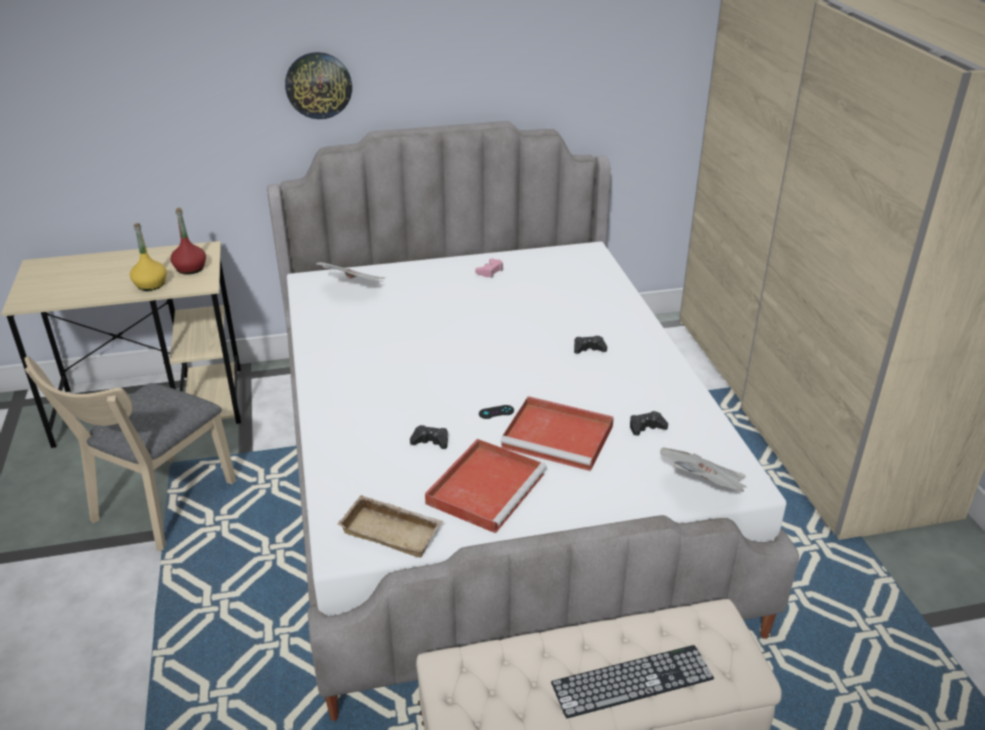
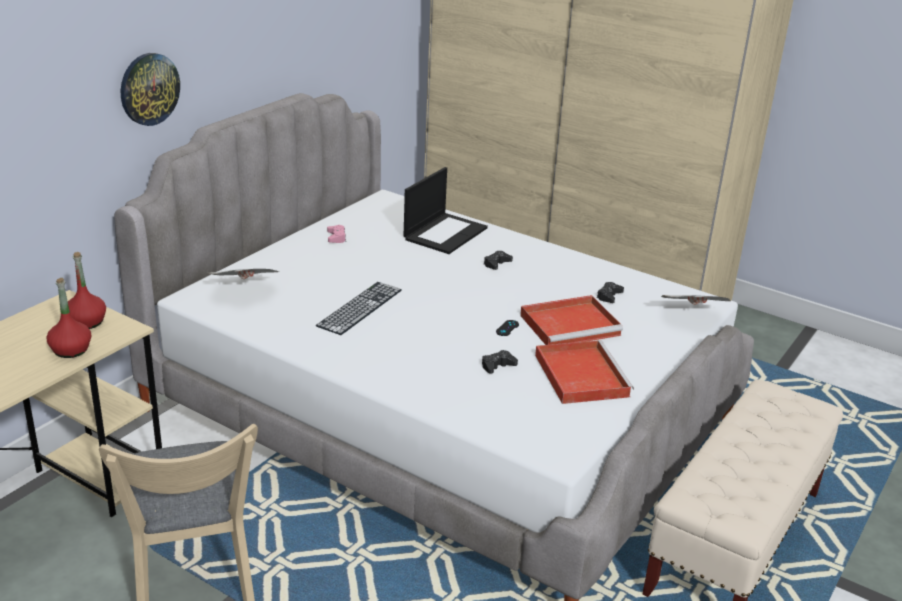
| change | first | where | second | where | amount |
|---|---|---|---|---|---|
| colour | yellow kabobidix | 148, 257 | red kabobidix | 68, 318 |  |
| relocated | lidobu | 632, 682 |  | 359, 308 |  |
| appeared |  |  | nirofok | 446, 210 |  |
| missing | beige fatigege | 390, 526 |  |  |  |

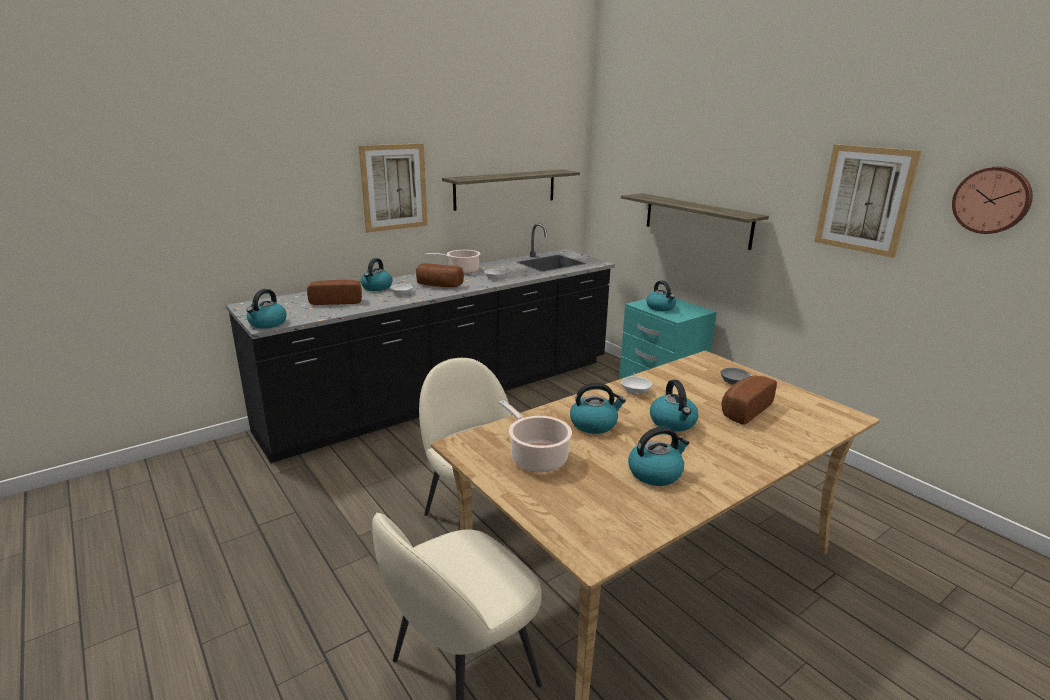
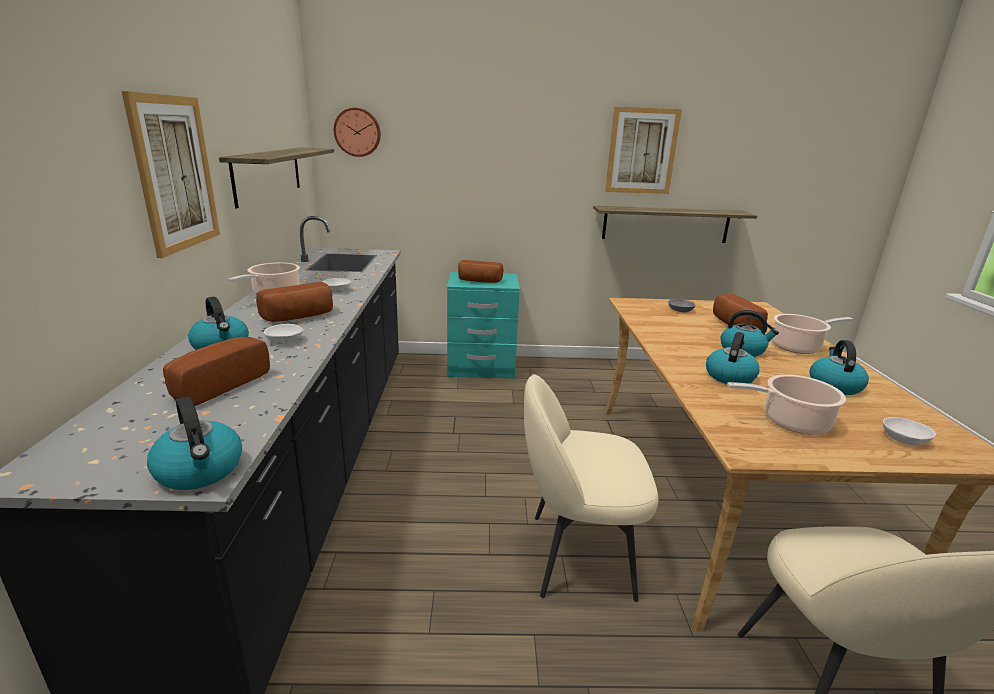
| change | first | where | second | where | amount |
|---|---|---|---|---|---|
| relocated | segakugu | 992, 200 |  | 357, 132 |  |
| exchanged | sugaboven | 661, 295 | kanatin | 480, 271 |  |
| relocated | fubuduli | 695, 221 |  | 675, 224 |  |
| appeared |  |  | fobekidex | 812, 334 |  |
| relocated | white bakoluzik | 636, 385 |  | 909, 431 |  |

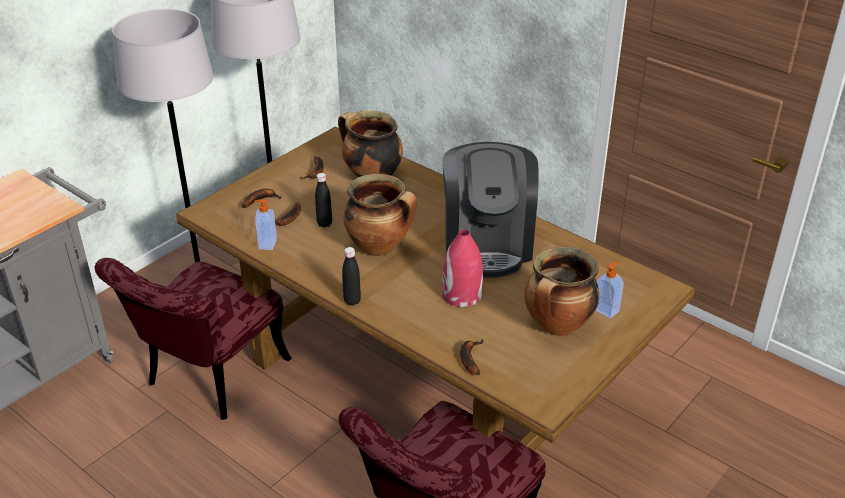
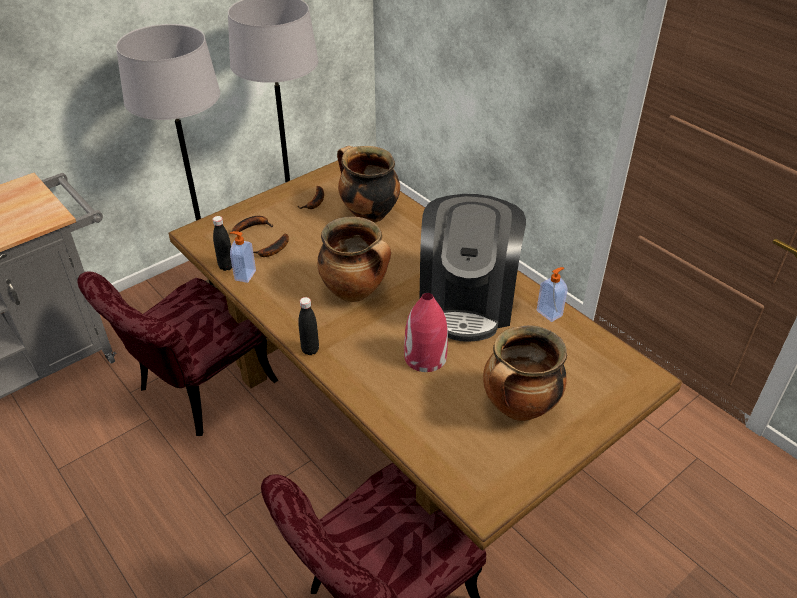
| change | first | where | second | where | amount |
|---|---|---|---|---|---|
| relocated | black kabobidix | 323, 200 |  | 222, 243 |  |
| relocated | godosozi | 610, 290 |  | 552, 294 |  |
| missing | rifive | 471, 357 |  |  |  |

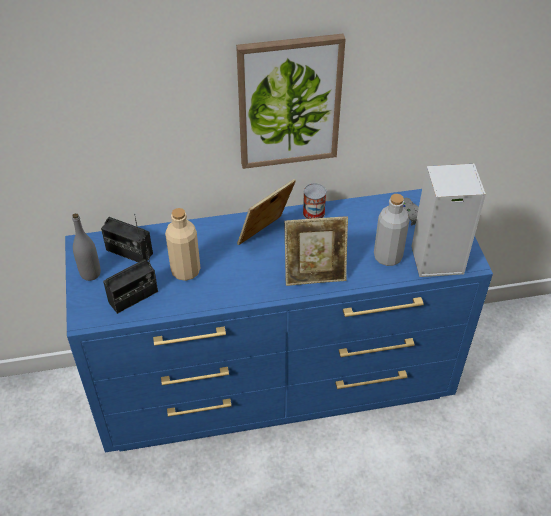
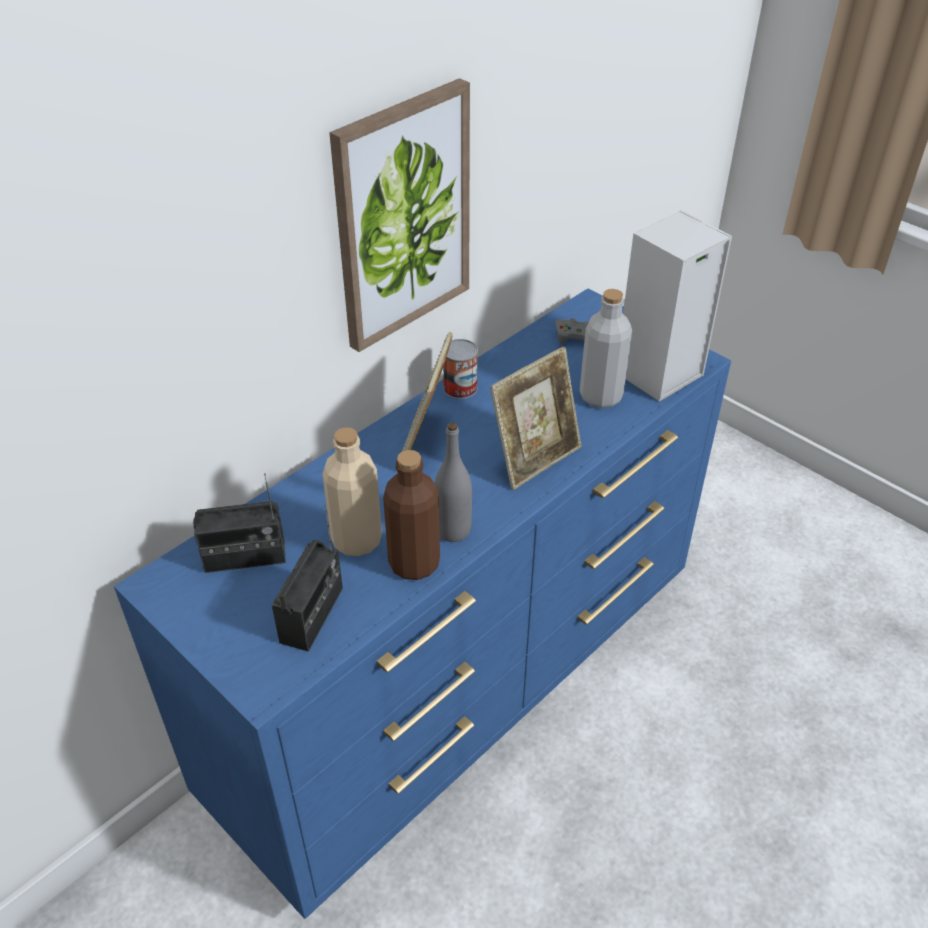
| change | first | where | second | where | amount |
|---|---|---|---|---|---|
| appeared |  |  | brown kabobidix | 411, 515 |  |
| relocated | grey kabobidix | 86, 247 |  | 453, 482 |  |

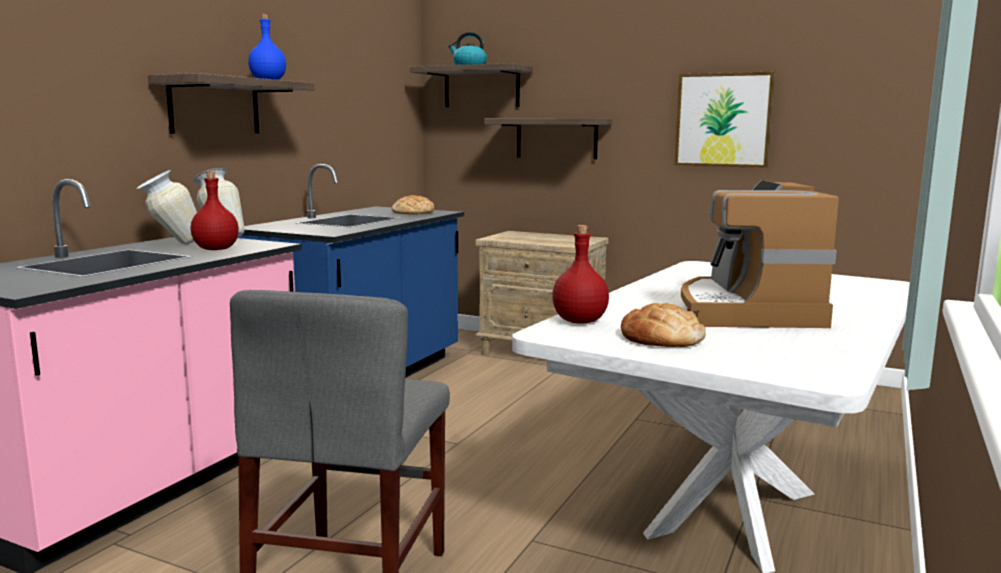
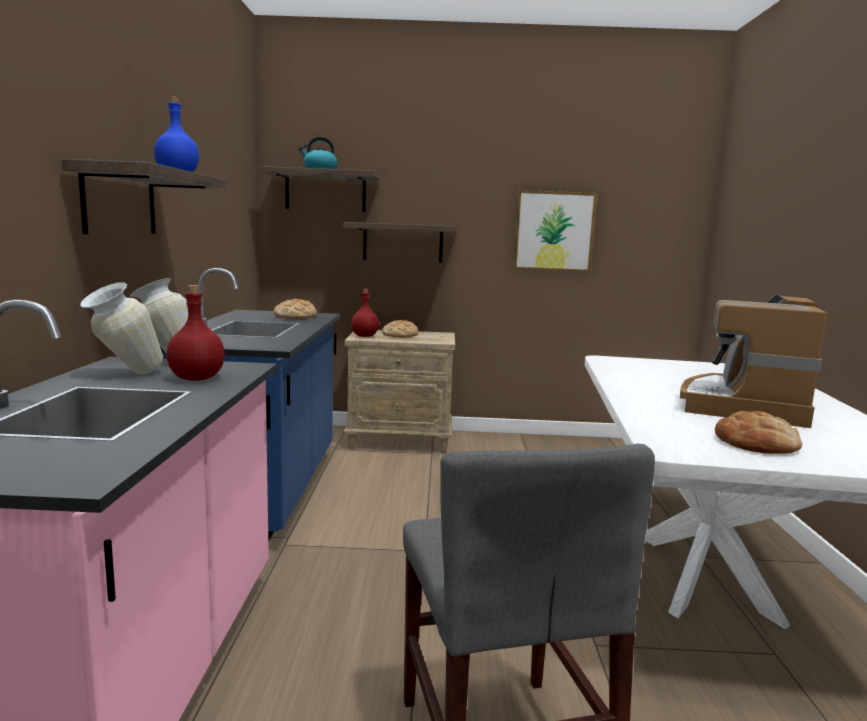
| change | first | where | second | where | amount |
|---|---|---|---|---|---|
| relocated | red kabobidix | 580, 274 |  | 365, 313 |  |
| appeared |  |  | kanatin | 400, 328 |  |
| spun | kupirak | 760, 254 |  | 753, 361 | 45 degrees clockwise |

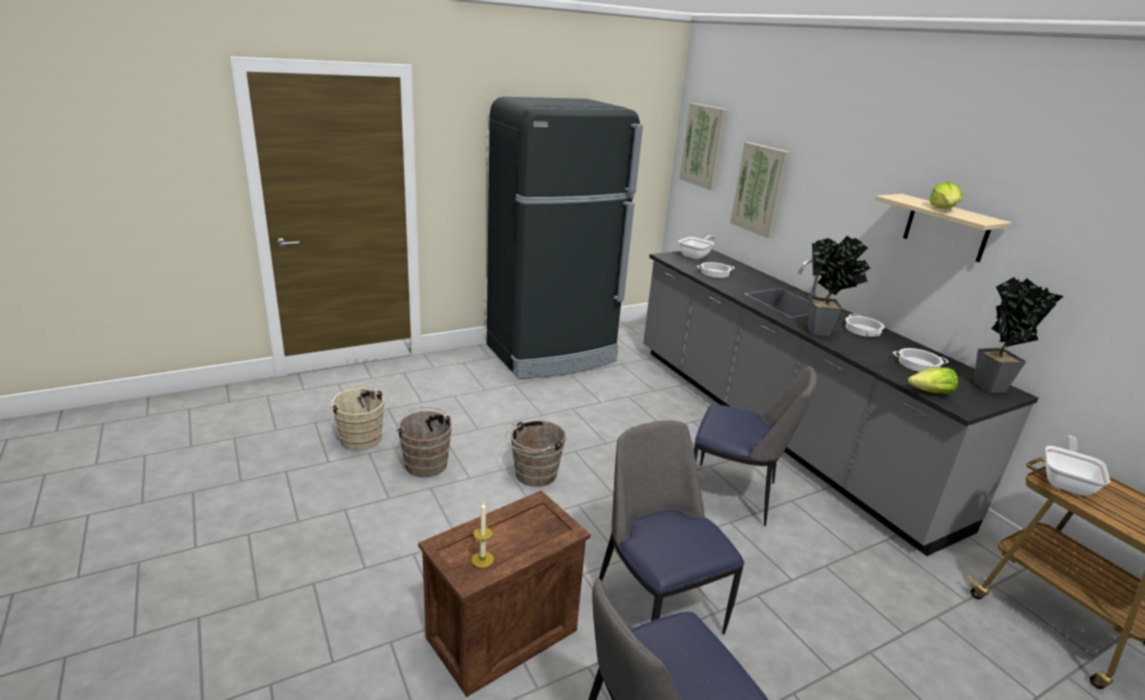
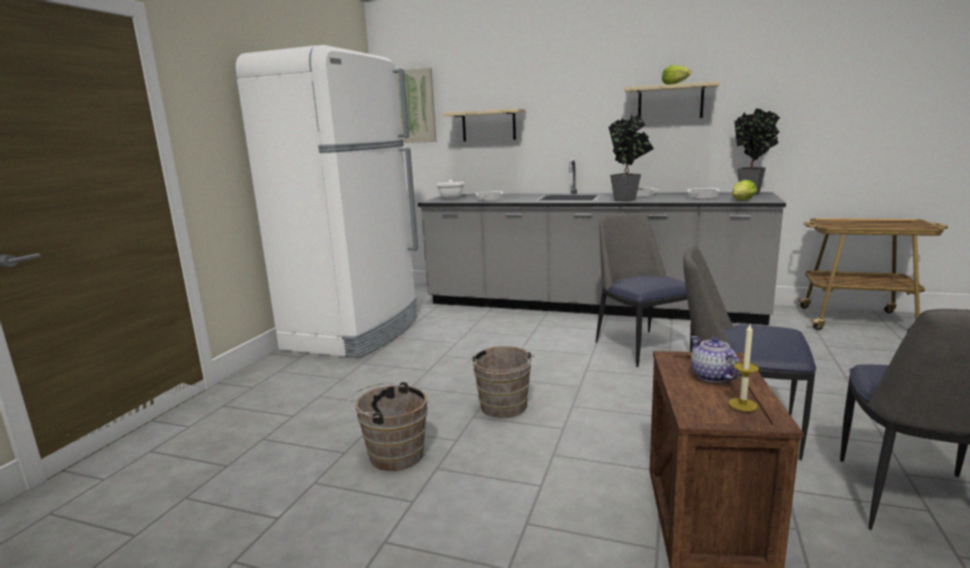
| change | first | where | second | where | amount |
|---|---|---|---|---|---|
| colour | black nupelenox | 565, 238 | white nupelenox | 327, 201 |  |
| exchanged | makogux | 760, 190 | beige fubuduli | 484, 125 |  |
| spun | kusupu | 755, 446 |  | 645, 290 | 90 degrees counterclockwise |
| appeared |  |  | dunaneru | 716, 359 |  |
| missing | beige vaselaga | 356, 418 |  |  |  |
| missing | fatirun | 1077, 465 |  |  |  |

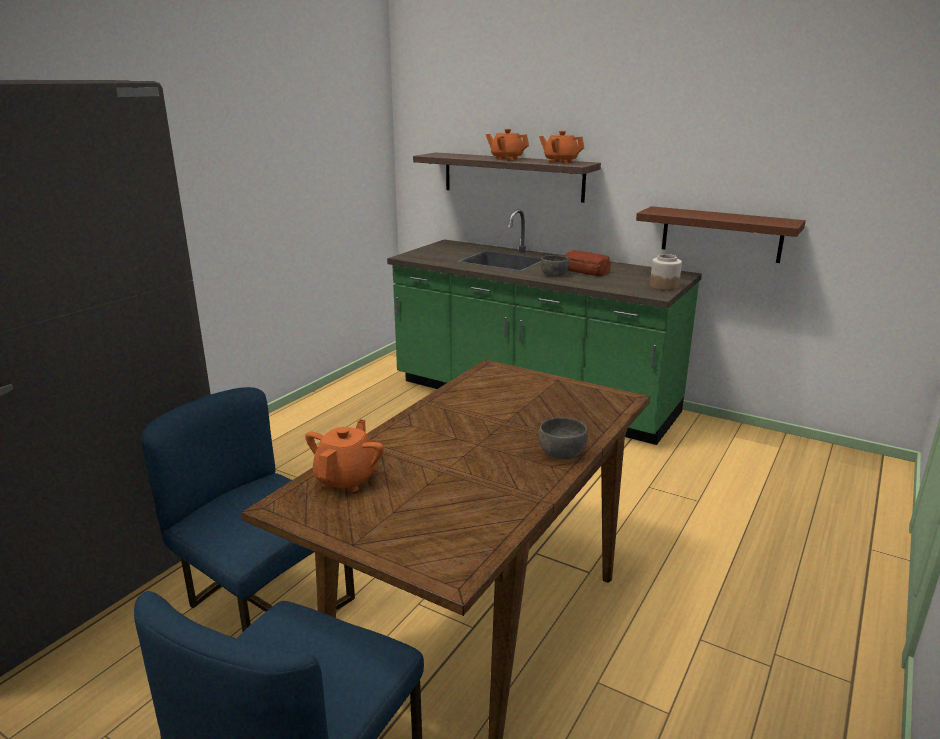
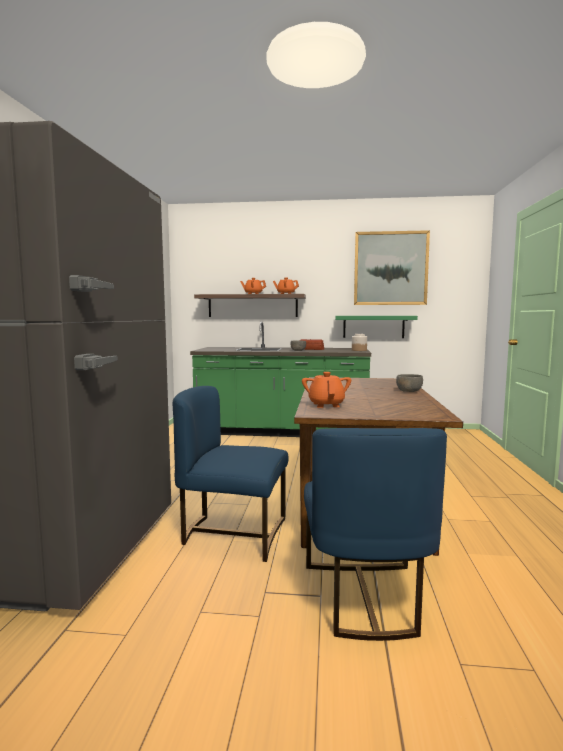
| change | first | where | second | where | amount |
|---|---|---|---|---|---|
| colour | brown fubuduli | 721, 234 | green fubuduli | 376, 327 |  |
| appeared |  |  | makogux | 392, 267 |  |

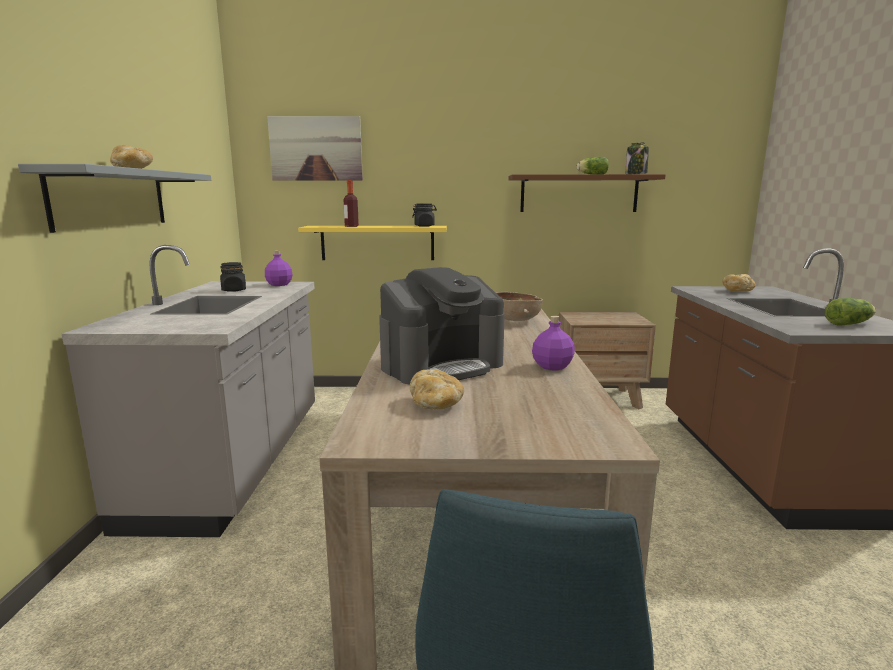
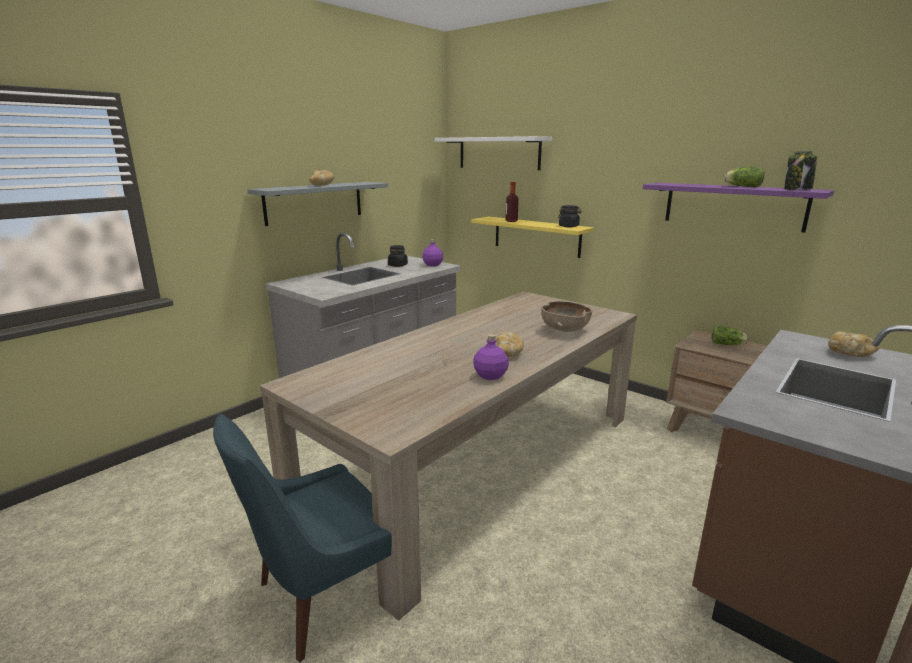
| change | first | where | second | where | amount |
|---|---|---|---|---|---|
| exchanged | makogux | 315, 148 | white fubuduli | 493, 153 |  |
| relocated | kanatin | 437, 389 |  | 509, 344 |  |
| colour | brown fubuduli | 586, 193 | purple fubuduli | 738, 208 |  |
| relocated | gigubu | 850, 312 |  | 730, 335 |  |
| missing | kupirak | 442, 326 |  |  |  |

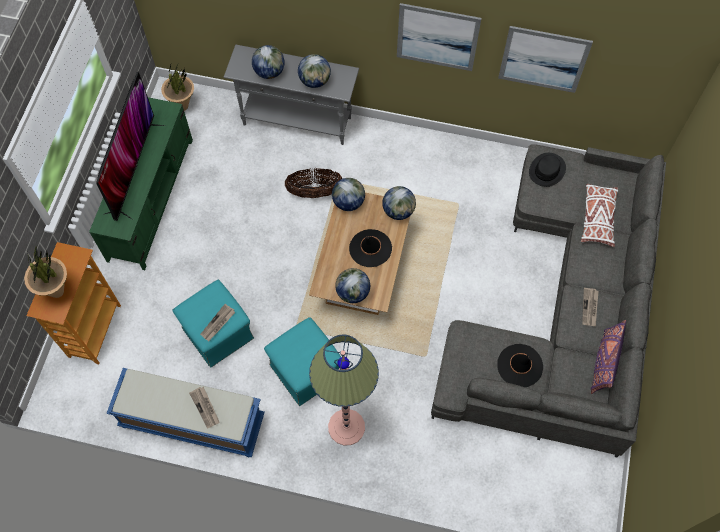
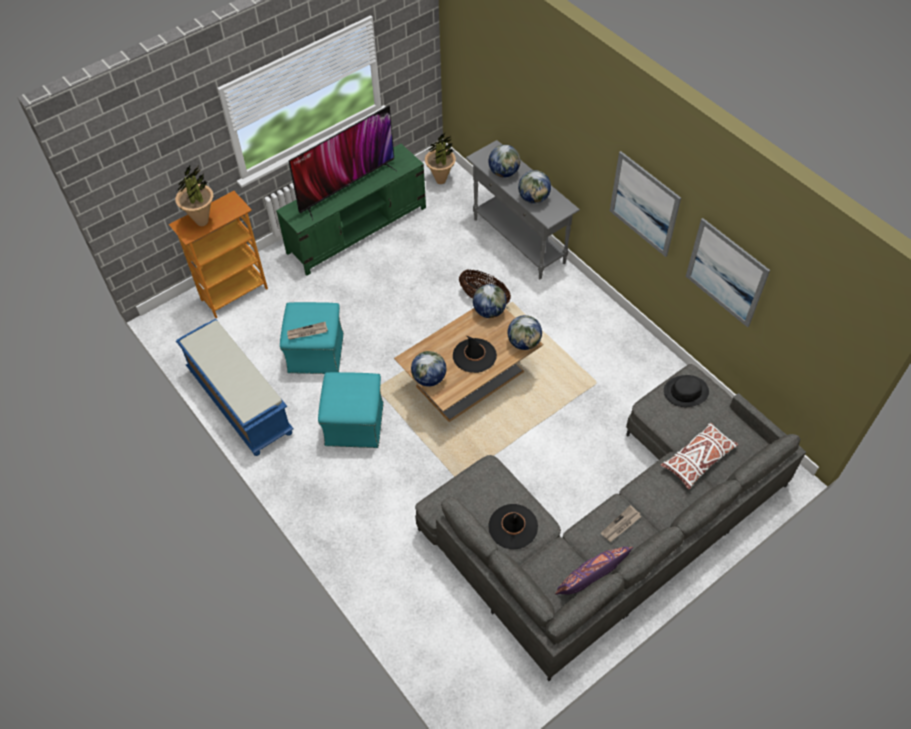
| change | first | where | second | where | amount |
|---|---|---|---|---|---|
| missing | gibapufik | 204, 408 |  |  |  |
| missing | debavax | 344, 390 |  |  |  |

